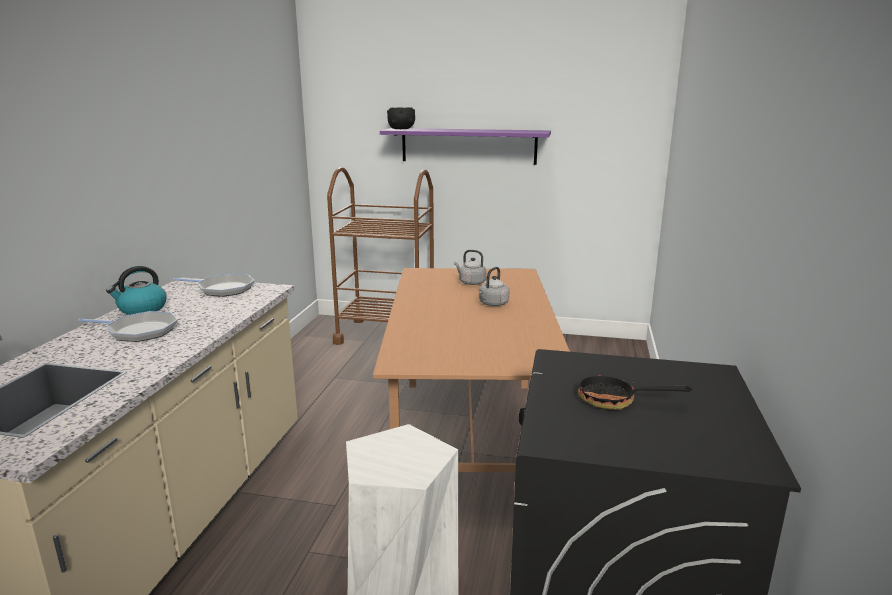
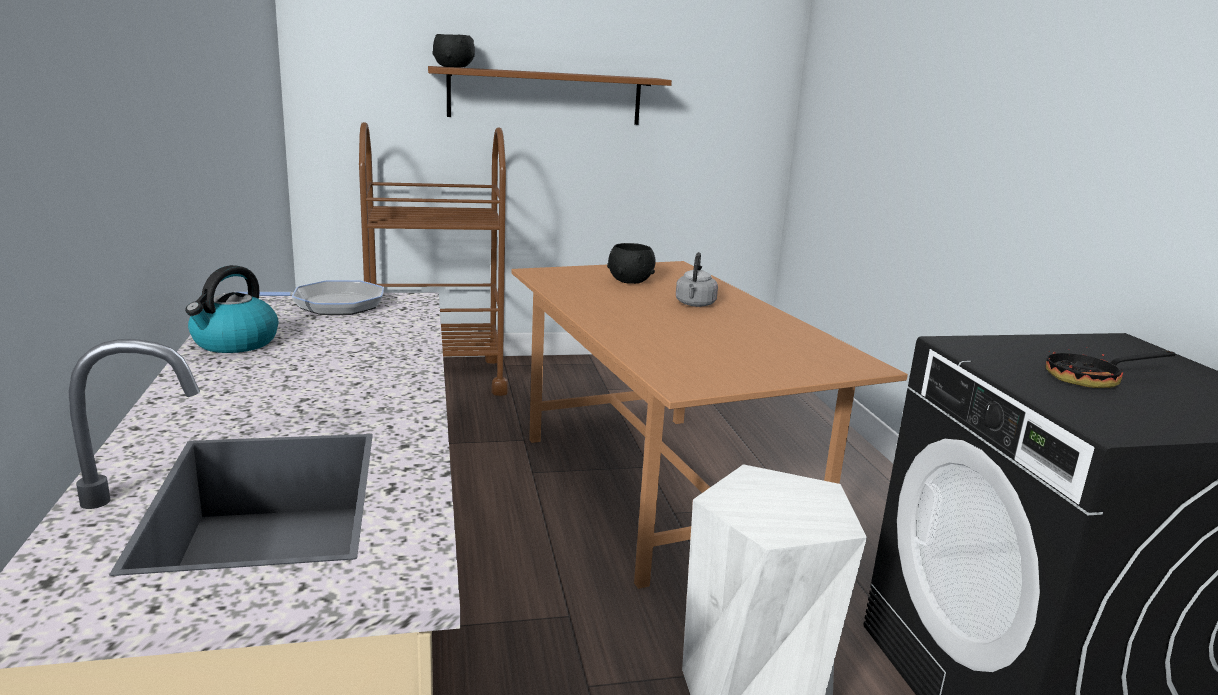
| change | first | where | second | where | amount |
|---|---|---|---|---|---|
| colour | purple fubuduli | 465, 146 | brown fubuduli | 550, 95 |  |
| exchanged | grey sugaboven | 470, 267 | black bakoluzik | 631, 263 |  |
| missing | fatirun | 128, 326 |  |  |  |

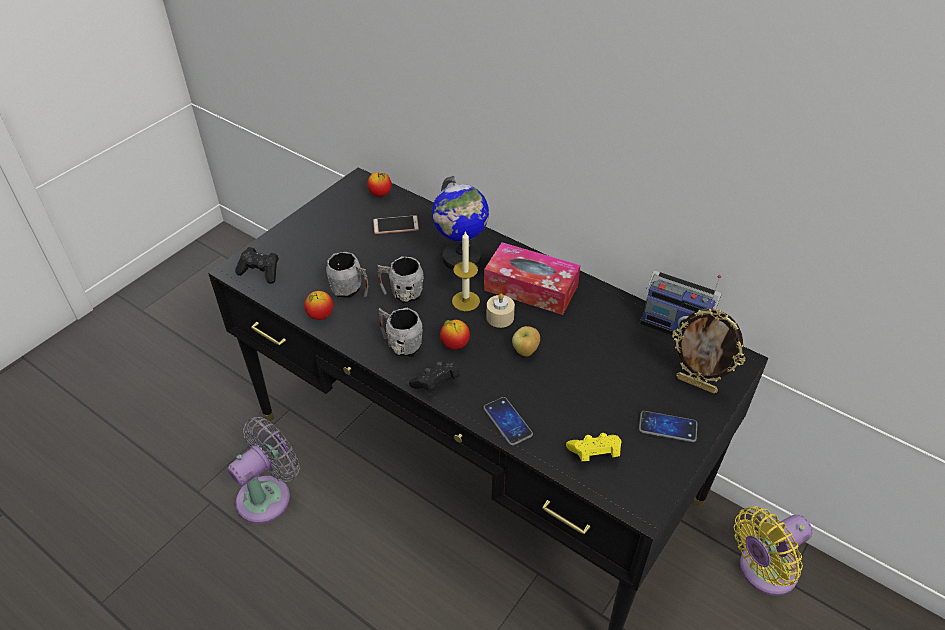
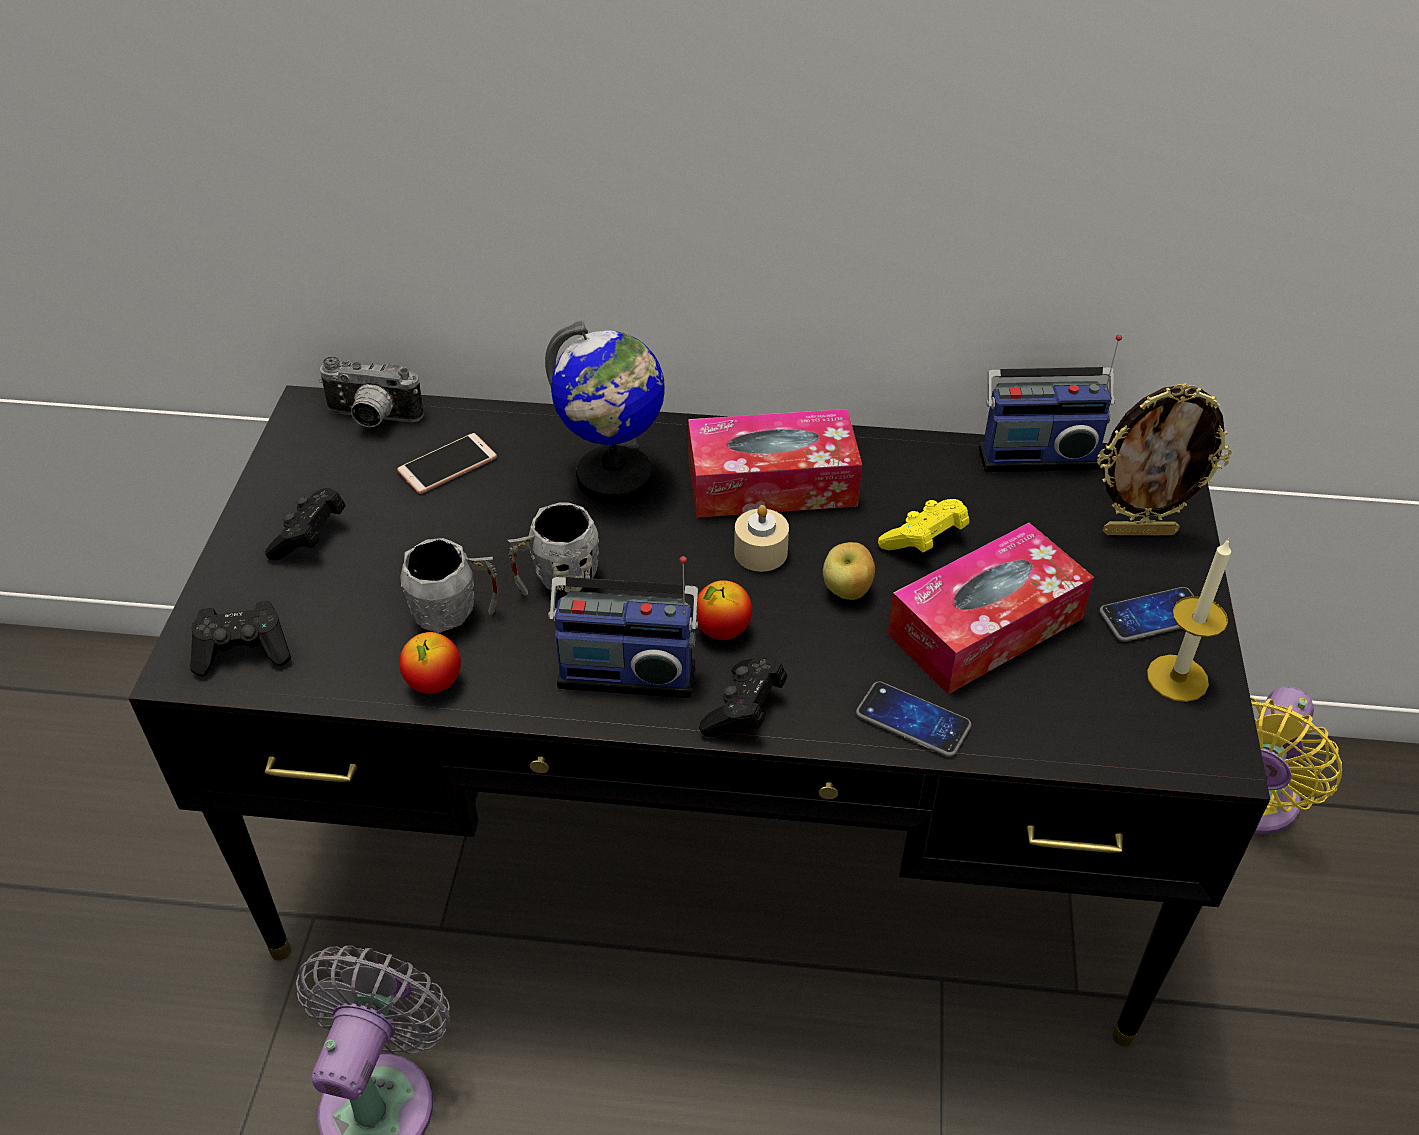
| change | first | where | second | where | amount |
|---|---|---|---|---|---|
| appeared |  |  | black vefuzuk | 305, 524 |  |
| exchanged | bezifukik | 379, 184 | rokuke | 371, 391 |  |
| exchanged | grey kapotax | 401, 332 | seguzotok | 623, 627 |  |
| relocated | yellow vefuzuk | 594, 447 |  | 923, 526 |  |
| appeared |  |  | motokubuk | 991, 608 |  |
| relocated | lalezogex | 466, 271 |  | 1189, 620 |  |

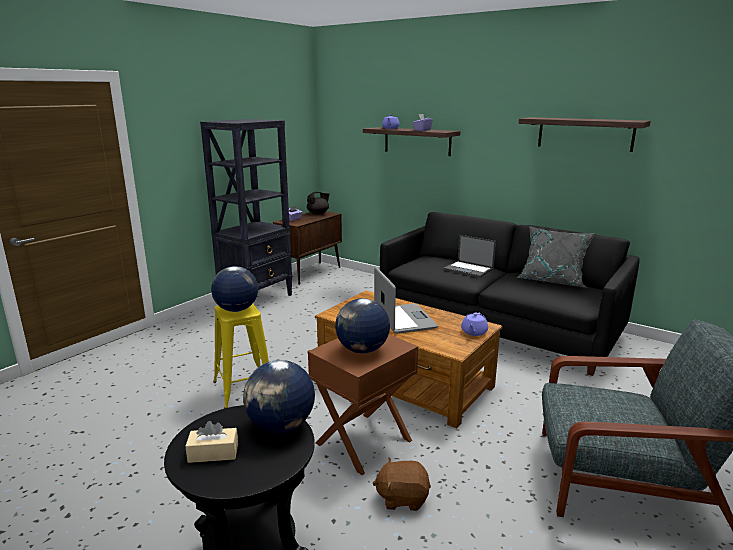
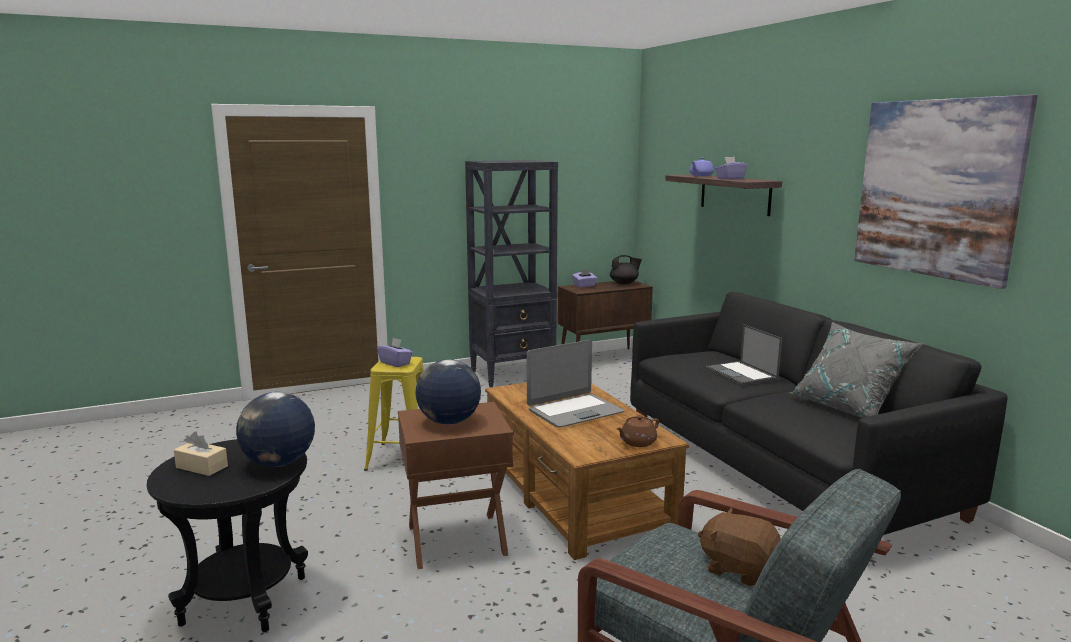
| change | first | where | second | where | amount |
|---|---|---|---|---|---|
| exchanged | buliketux | 234, 289 | purple motokubuk | 395, 352 |  |
| spun | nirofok | 406, 300 |  | 575, 384 | 45 degrees clockwise |
| colour | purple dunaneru | 474, 324 | brown dunaneru | 637, 431 |  |
| relocated | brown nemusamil | 401, 484 |  | 739, 547 |  |
| exchanged | fubuduli | 585, 134 | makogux | 946, 192 |  |

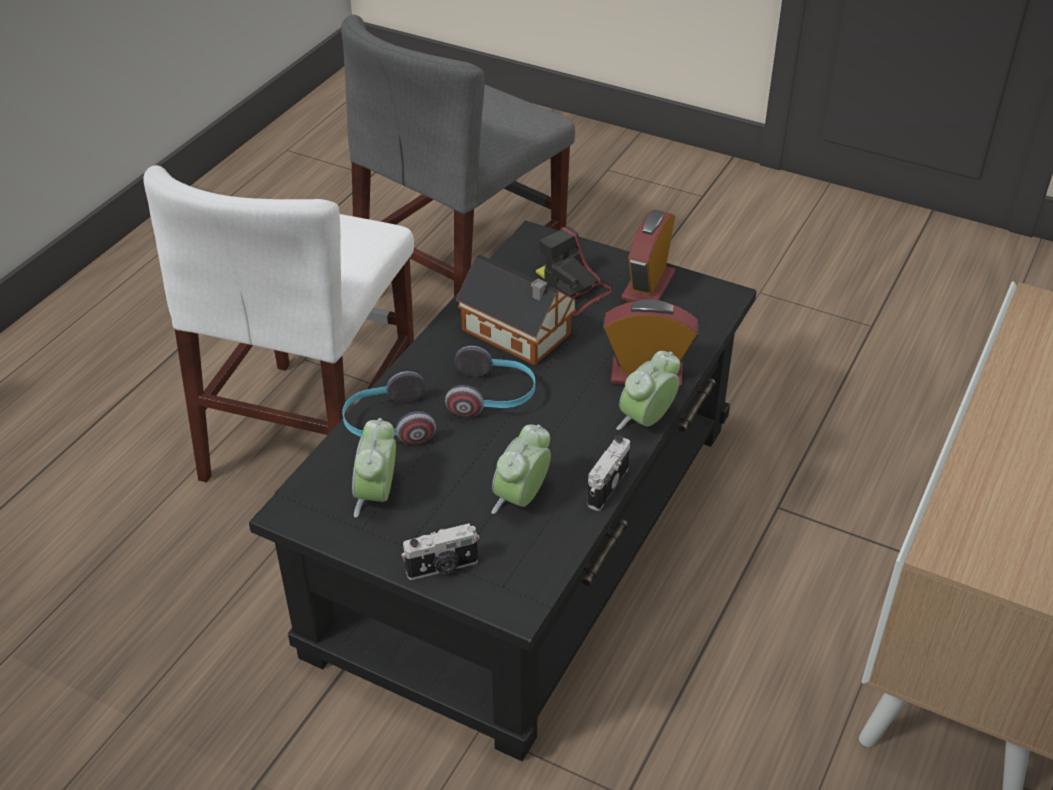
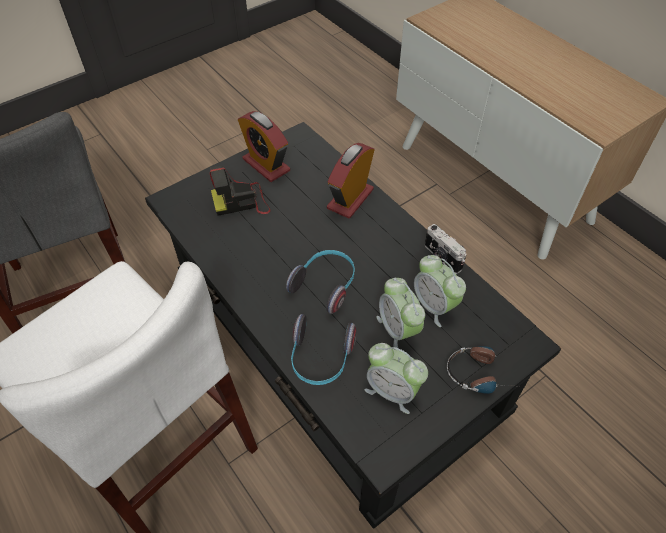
| change | first | where | second | where | amount |
|---|---|---|---|---|---|
| relocated | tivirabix | 648, 390 |  | 400, 313 |  |
| exchanged | rokuke | 440, 551 | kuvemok | 484, 370 |  |
| missing | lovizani | 517, 309 |  |  |  |

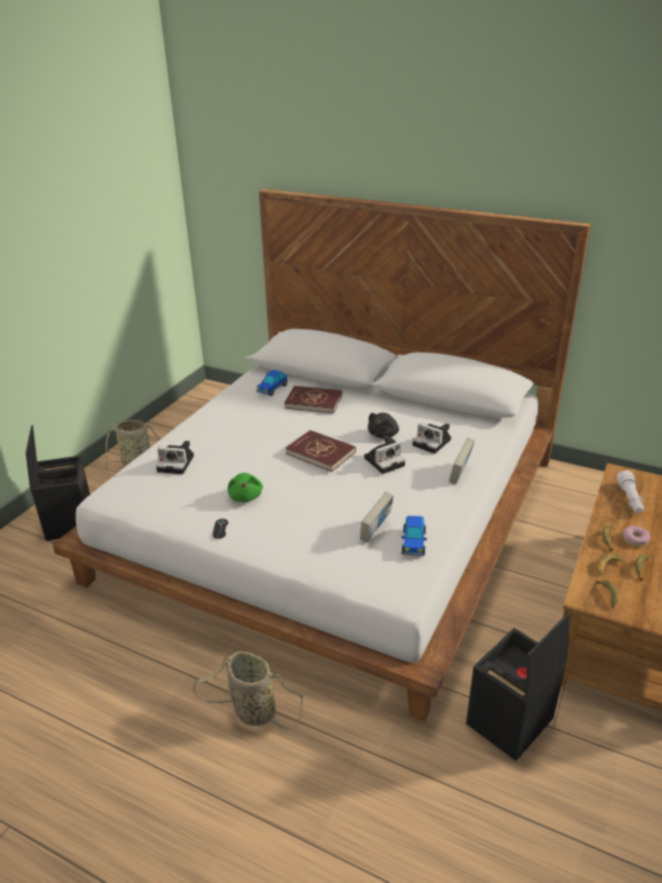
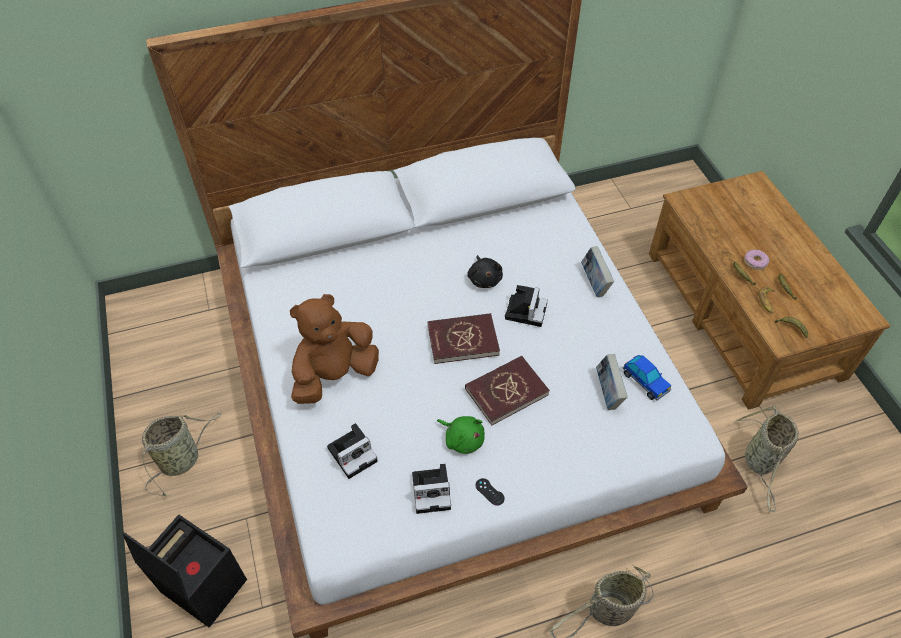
| change | first | where | second | where | amount |
|---|---|---|---|---|---|
| appeared |  |  | brown nemusamil | 334, 349 |  |
| relocated | rokuke | 432, 438 |  | 431, 489 |  |
| relocated | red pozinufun | 313, 400 |  | 507, 391 |  |
| exchanged | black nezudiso | 518, 686 | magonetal | 767, 459 |  |
| missing | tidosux | 272, 383 |  |  |  |
| missing | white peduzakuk | 630, 491 |  |  |  |

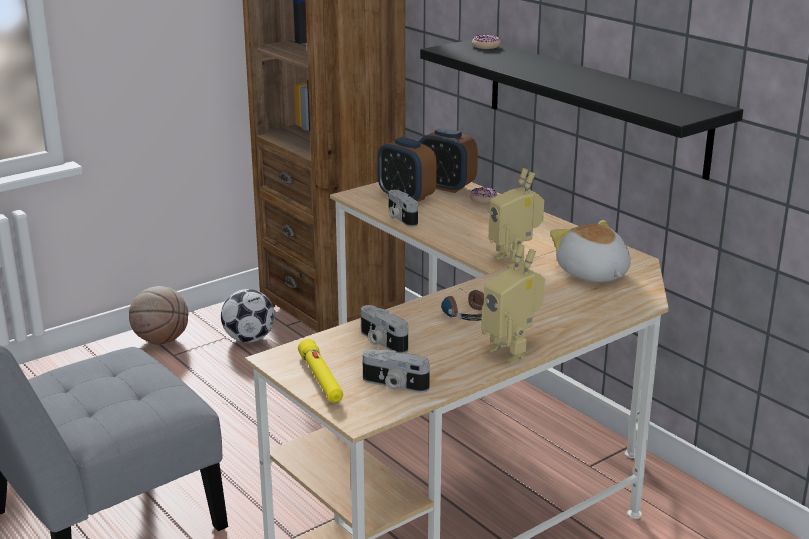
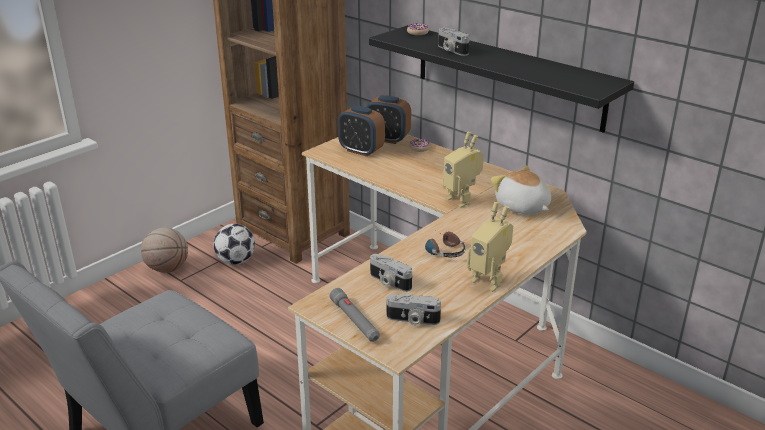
| change | first | where | second | where | amount |
|---|---|---|---|---|---|
| colour | yellow peduzakuk | 320, 371 | grey peduzakuk | 355, 315 |  |
| relocated | rokuke | 403, 208 |  | 454, 42 |  |

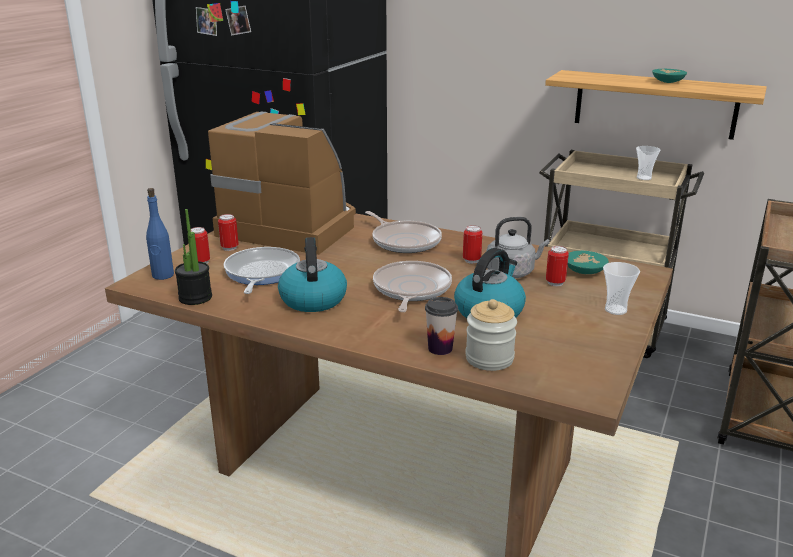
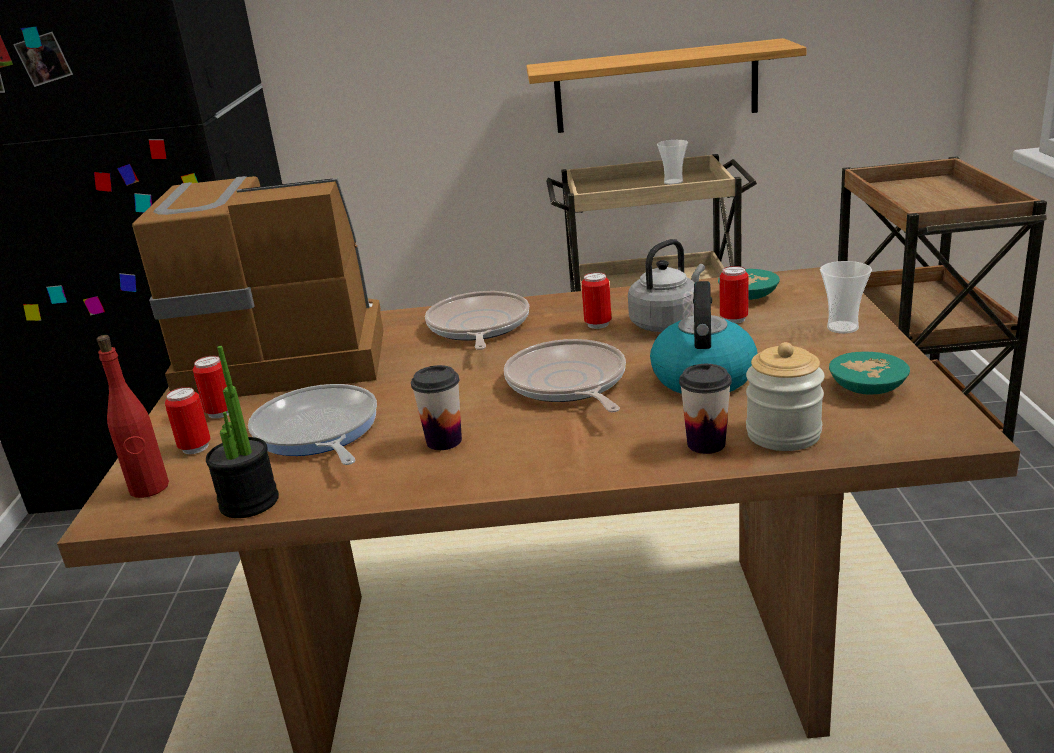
| change | first | where | second | where | amount |
|---|---|---|---|---|---|
| colour | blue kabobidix | 160, 234 | red kabobidix | 132, 416 |  |
| exchanged | sugaboven | 312, 274 | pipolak | 436, 407 |  |
| spun | fatirun | 403, 232 |  | 477, 320 | 120 degrees counterclockwise |
| relocated | turquoise bakoluzik | 669, 76 |  | 869, 373 |  |

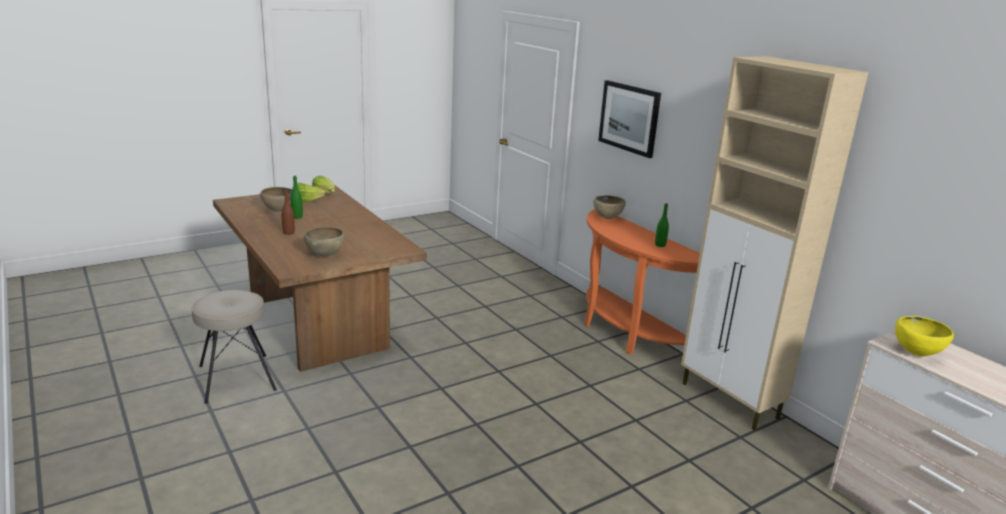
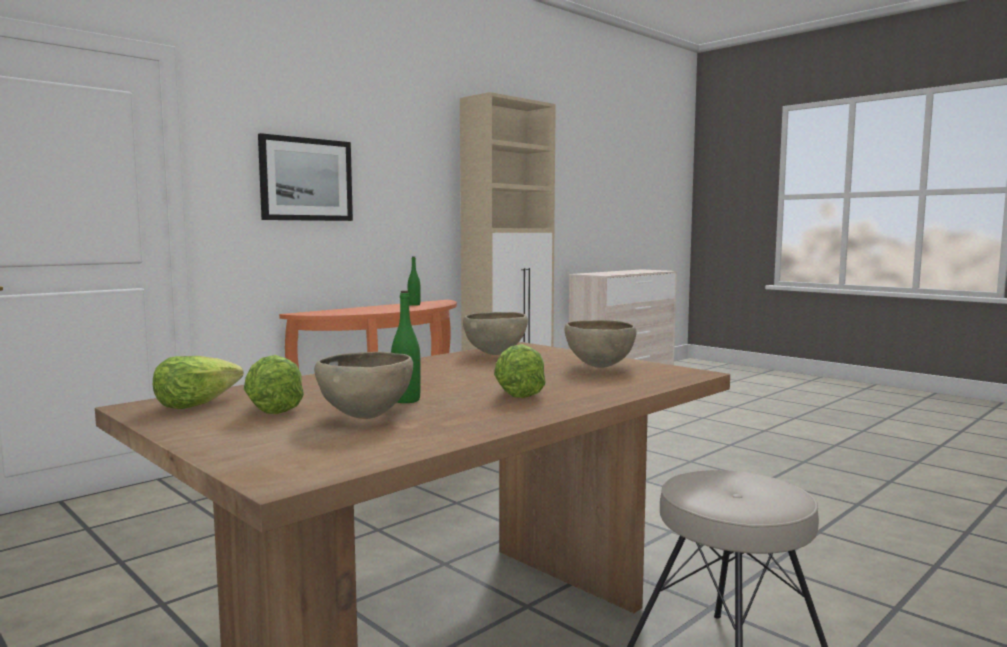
| change | first | where | second | where | amount |
|---|---|---|---|---|---|
| relocated | brown bakoluzik | 609, 207 |  | 495, 333 |  |
| exchanged | brown kabobidix | 288, 212 | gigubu | 519, 371 |  |
| missing | yellow bakoluzik | 924, 336 |  |  |  |

